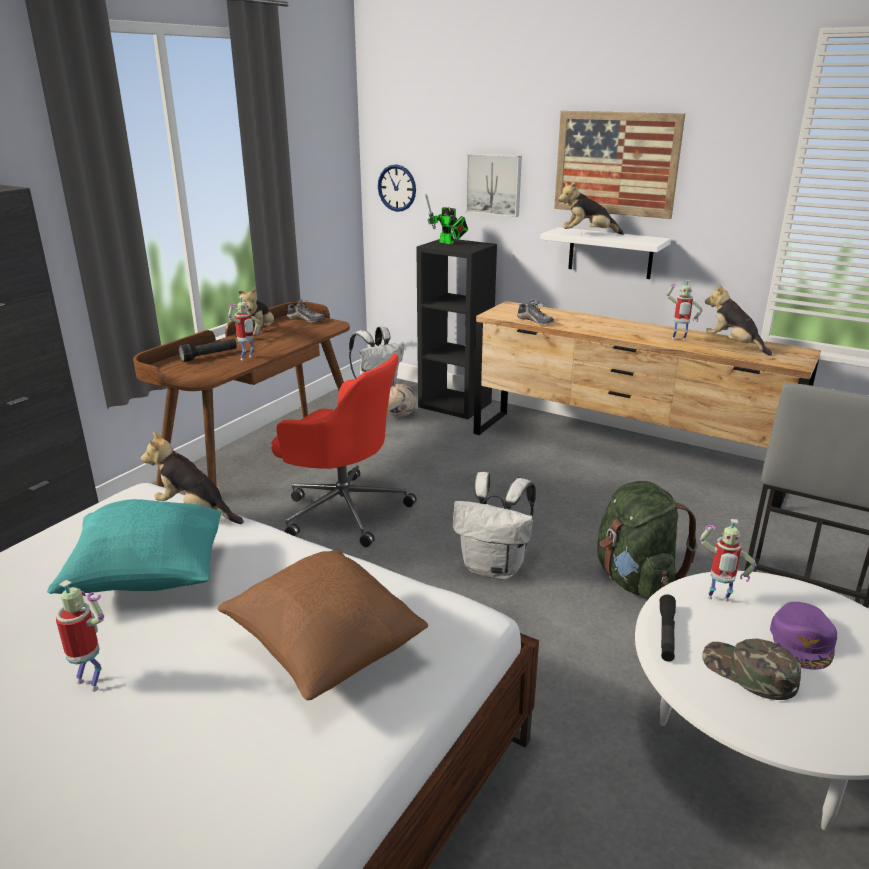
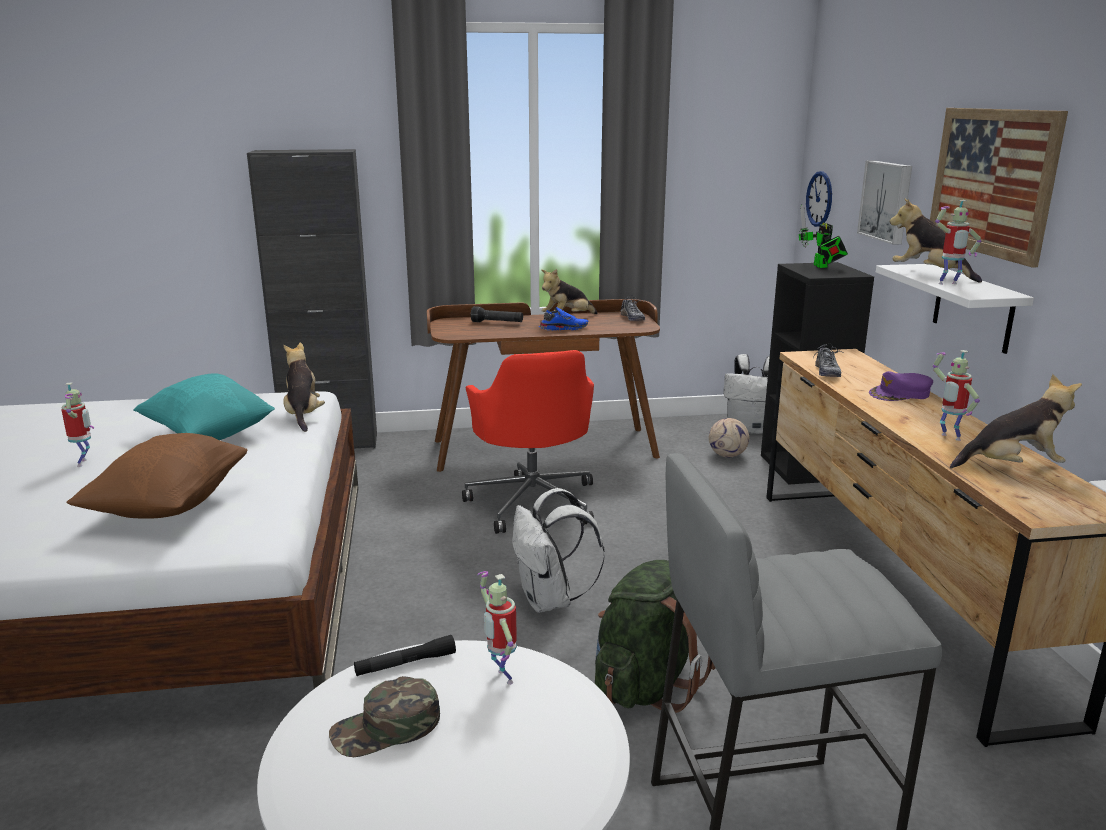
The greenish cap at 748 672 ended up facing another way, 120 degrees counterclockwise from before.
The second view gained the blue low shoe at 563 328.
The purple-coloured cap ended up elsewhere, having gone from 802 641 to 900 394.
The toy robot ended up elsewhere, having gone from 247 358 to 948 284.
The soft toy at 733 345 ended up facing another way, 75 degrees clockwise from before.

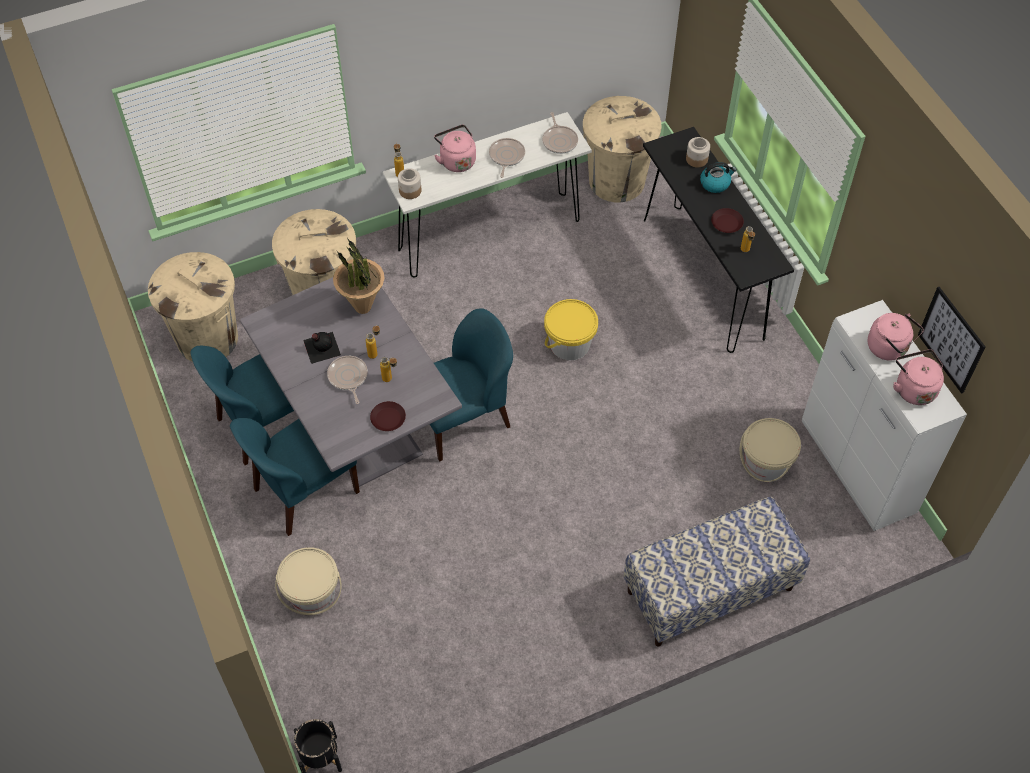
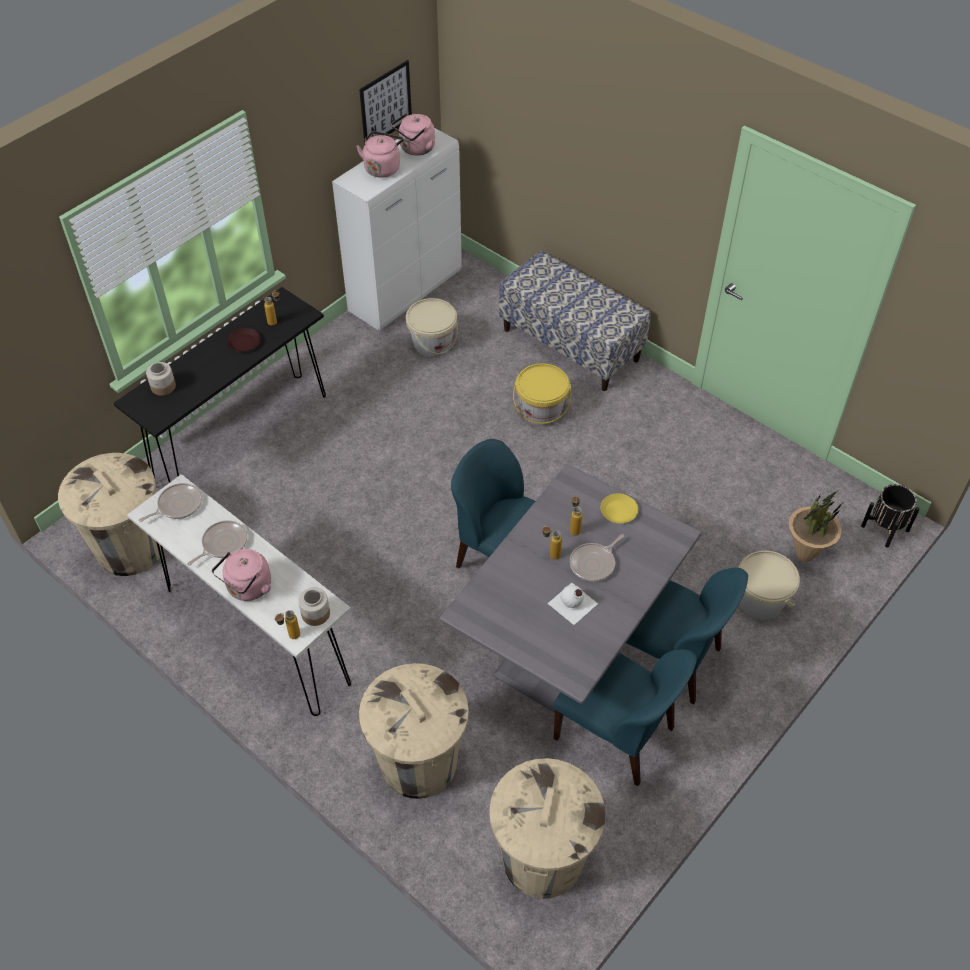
The frying pan at 506 156 ended up facing another way, 150 degrees clockwise from before.
The yellow water bucket ended up elsewhere, having gone from 569 344 to 541 410.
What was the black-coloured bottle at 321 347 turned into the white bottle at 572 604.
What was the brownish dinner plate at 388 418 turned into the yellow dinner plate at 618 511.
The houseplant ended up elsewhere, having gone from 363 307 to 804 555.
The second view lost the water kettle at 715 183.

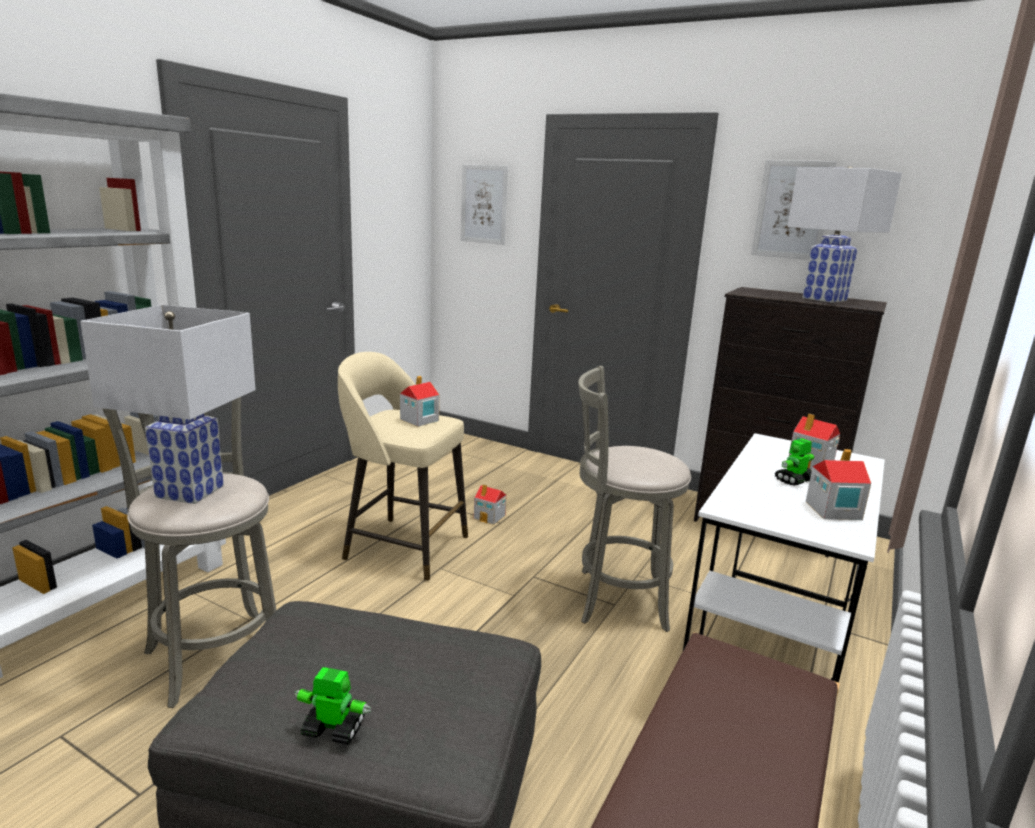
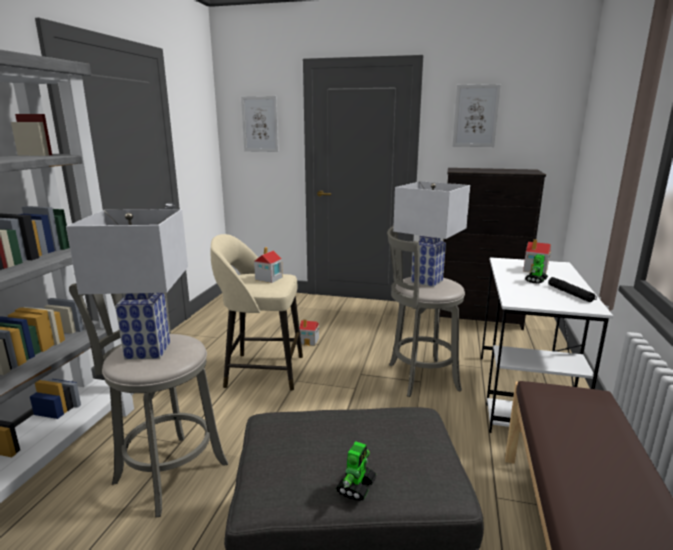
The toy robot at 333 728 ended up facing another way, 120 degrees clockwise from before.
The white table lamp ended up elsewhere, having gone from 824 299 to 427 281.
Where the model house stood at 832 510, the black-coloured flashlight came to stand at 570 294.

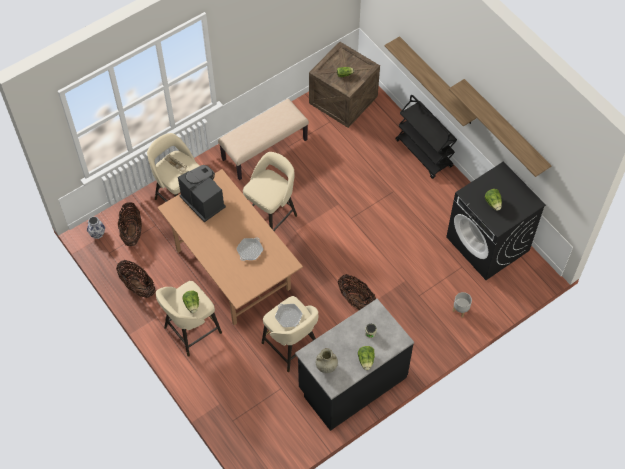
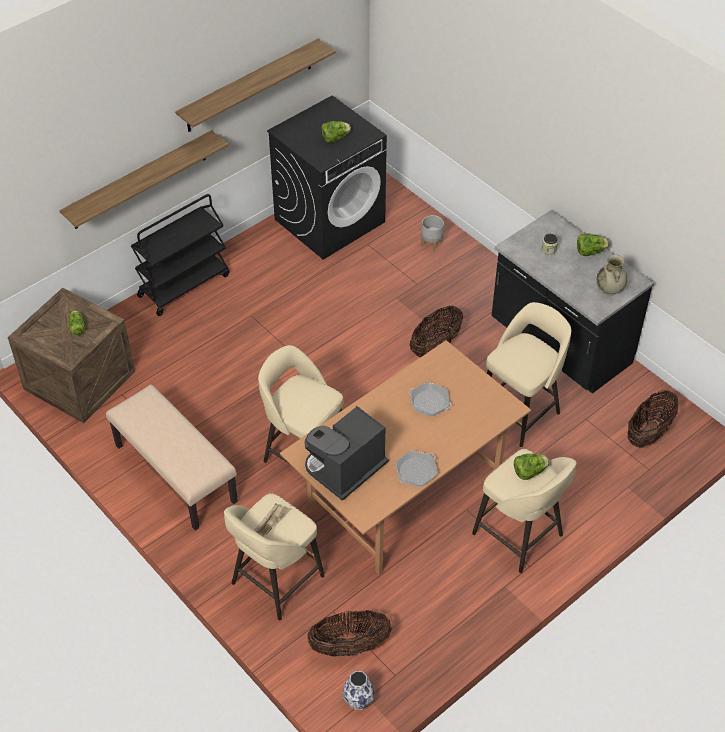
The frying pan ended up elsewhere, having gone from 288 317 to 416 471.
The storage basket ended up elsewhere, having gone from 137 286 to 648 433.

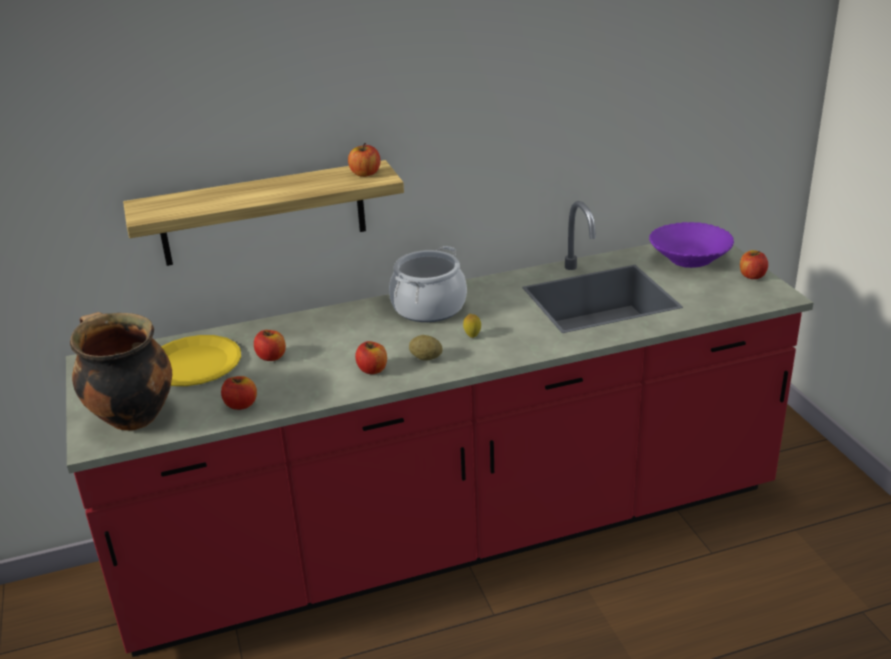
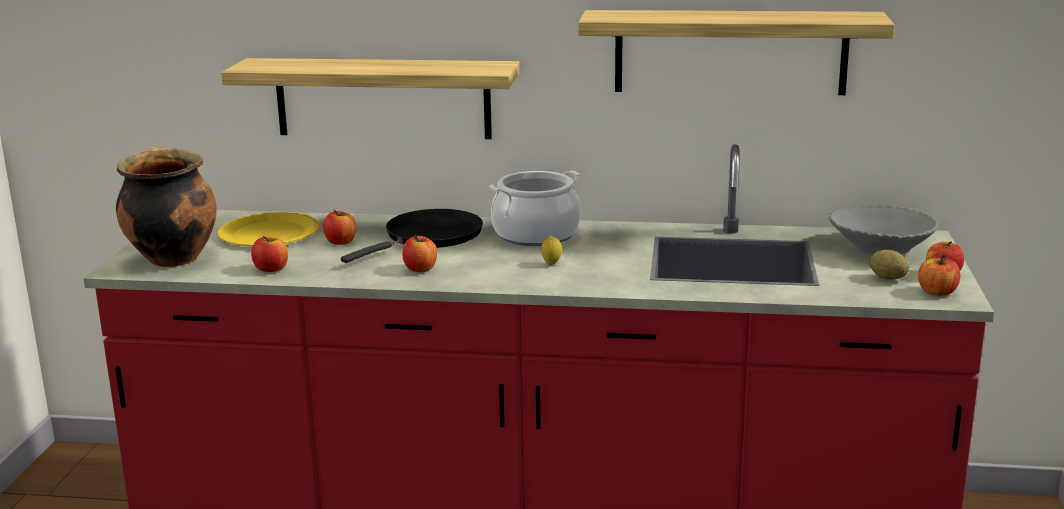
The second view gained the black-coloured frying pan at 429 237.
The second view gained the bracket shelf at 730 52.
What was the purple-coloured serving bowl at 689 260 turned into the greyish serving bowl at 880 249.
The whole potato ended up elsewhere, having gone from 426 358 to 887 278.
The whole apple ended up elsewhere, having gone from 365 174 to 937 292.

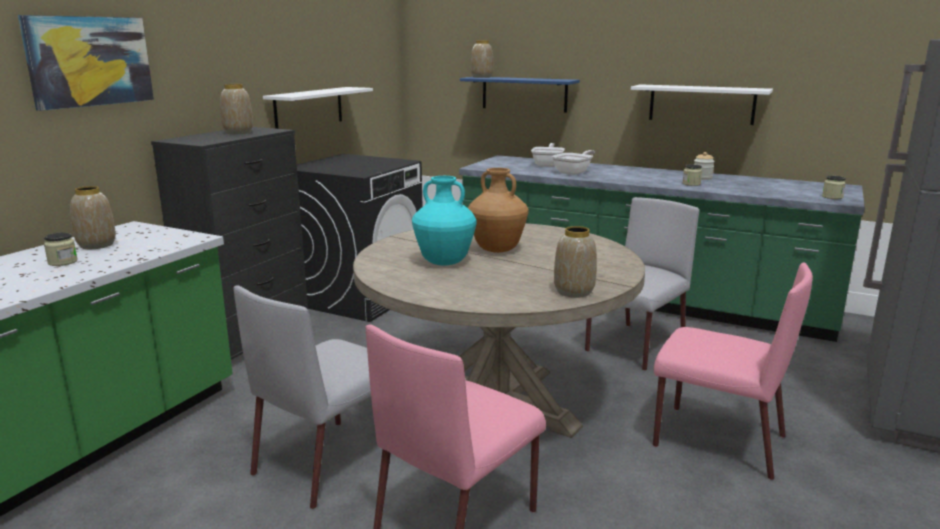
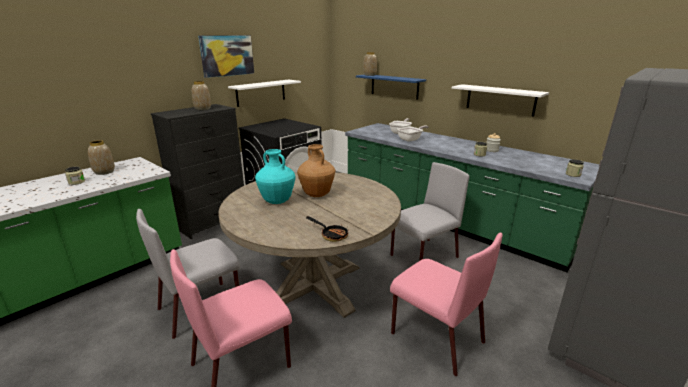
The wall art ended up elsewhere, having gone from 89 61 to 227 55.
Where the flower vase stood at 573 292, the frying pan came to stand at 331 235.

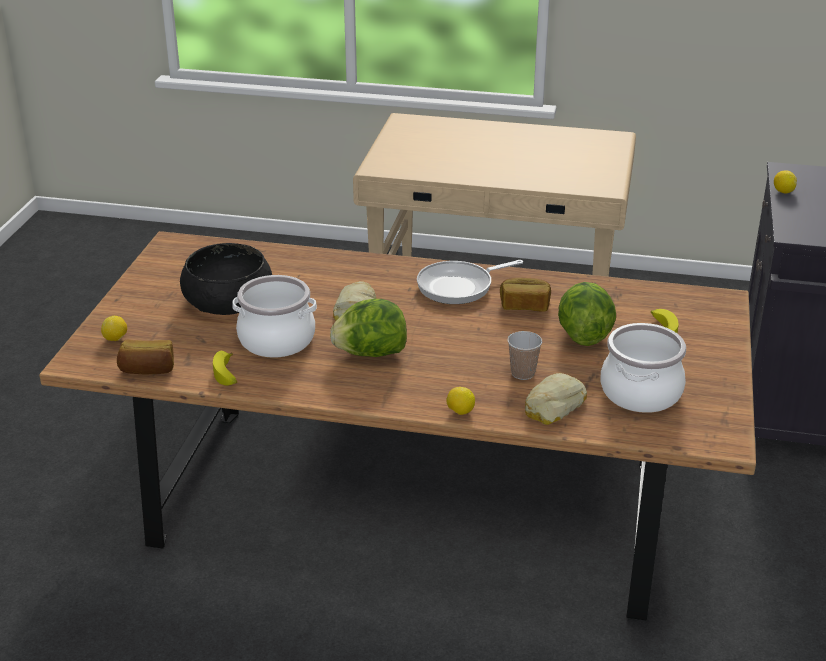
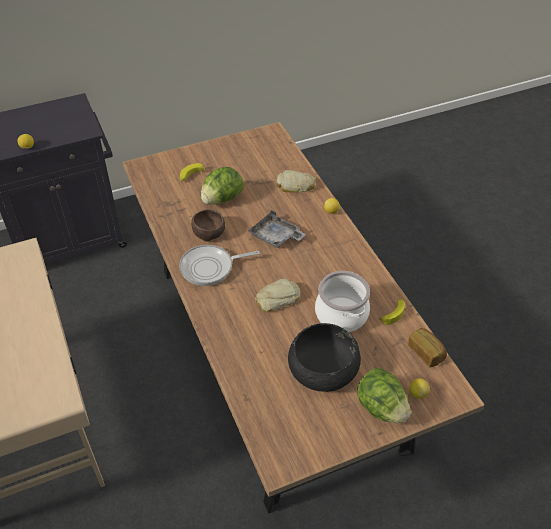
The frying pan at 459 286 ended up facing another way, 135 degrees clockwise from before.
Where the baked bread stood at 524 305, the brownish serving bowl came to stand at 209 232.
The second view gained the greyish tray at 276 237.
The head of lettuce ended up elsewhere, having gone from 370 353 to 381 408.
The second view lost the cup at 523 373.
The second view lost the cooking pot at 640 392.

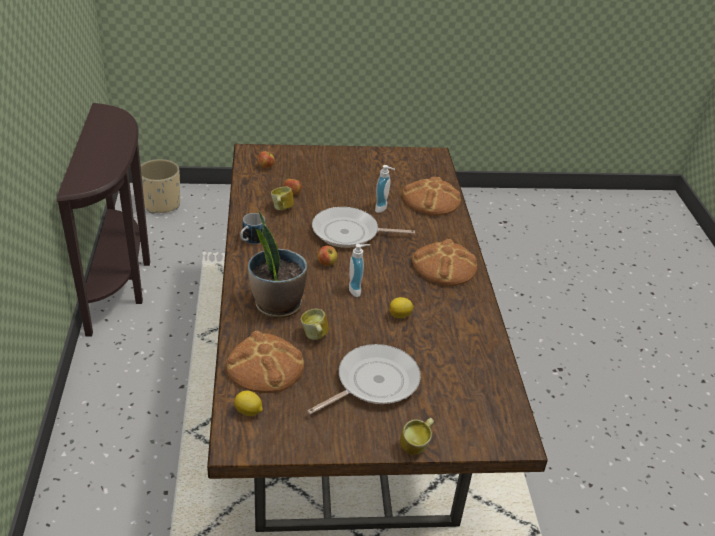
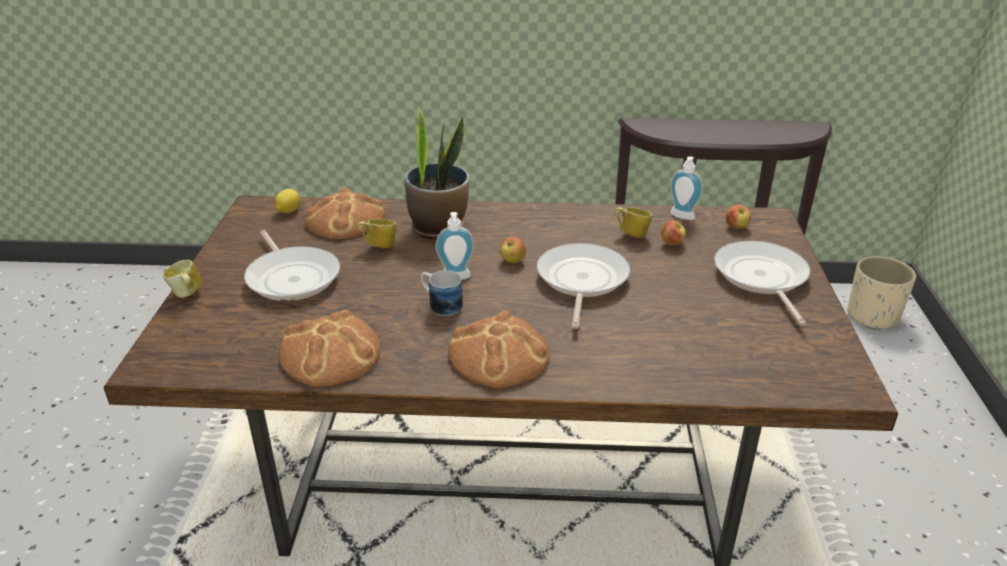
The baked bread ended up elsewhere, having gone from 431 200 to 331 354.
The coffee mug ended up elsewhere, having gone from 251 240 to 440 304.
The liquid soap bottle ended up elsewhere, having gone from 383 208 to 681 217.
The second view gained the frying pan at 761 278.
The second view lost the citrus fruit at 400 315.

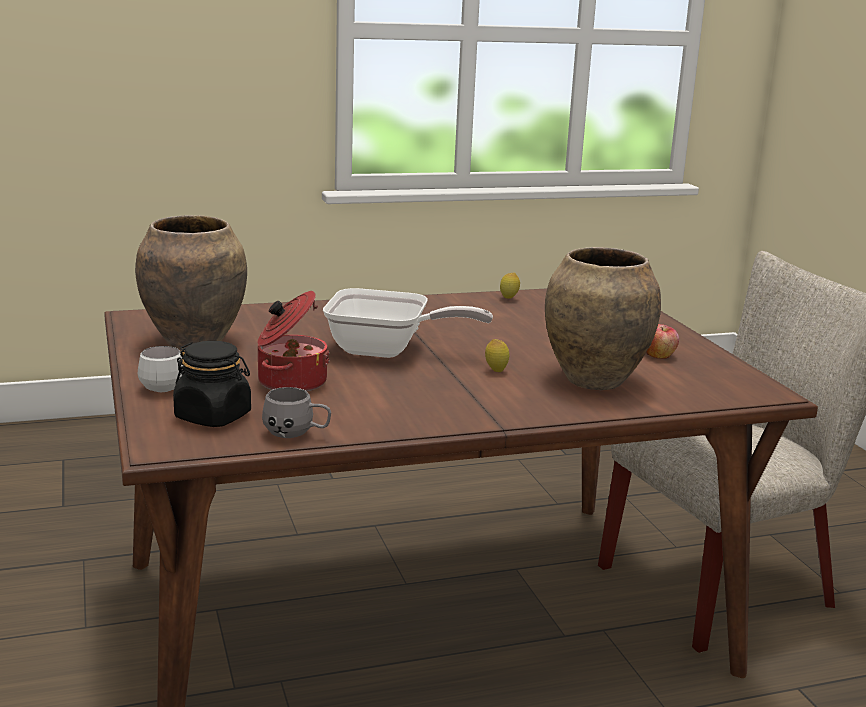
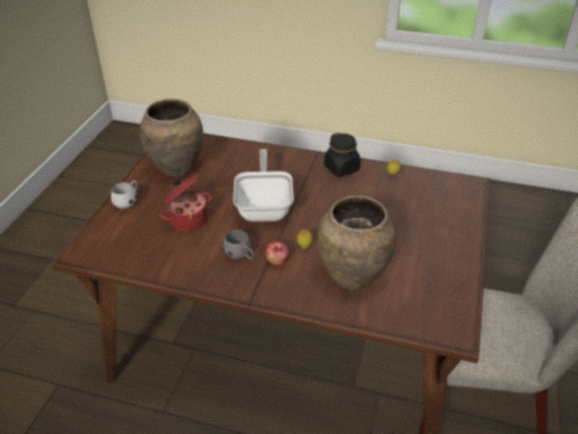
The greyish coffee mug ended up elsewhere, having gone from 297 435 to 241 256.
The frying pan at 387 351 ended up facing another way, 135 degrees counterclockwise from before.
The whole apple ended up elsewhere, having gone from 659 355 to 277 260.
The black-coloured storage jar ended up elsewhere, having gone from 213 416 to 341 168.

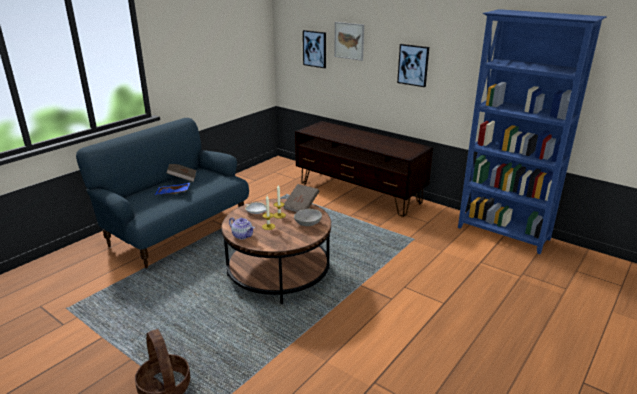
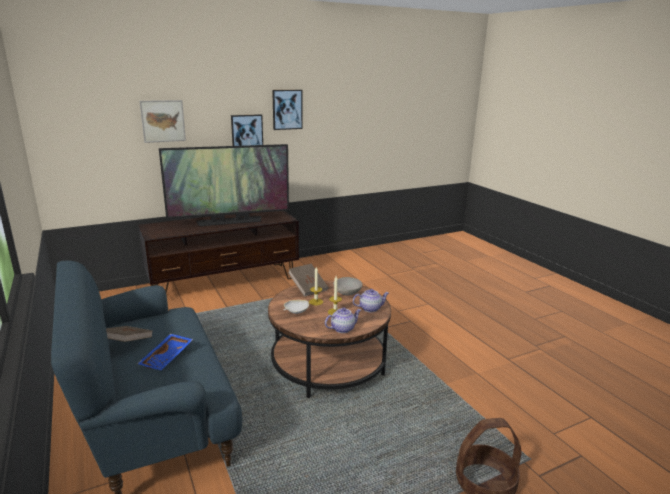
The second view gained the TV at 230 222.
The wall art ended up elsewhere, having gone from 315 49 to 287 109.
The second view gained the pot for tea at 370 308.
The second view lost the blue shelving unit at 503 234.

